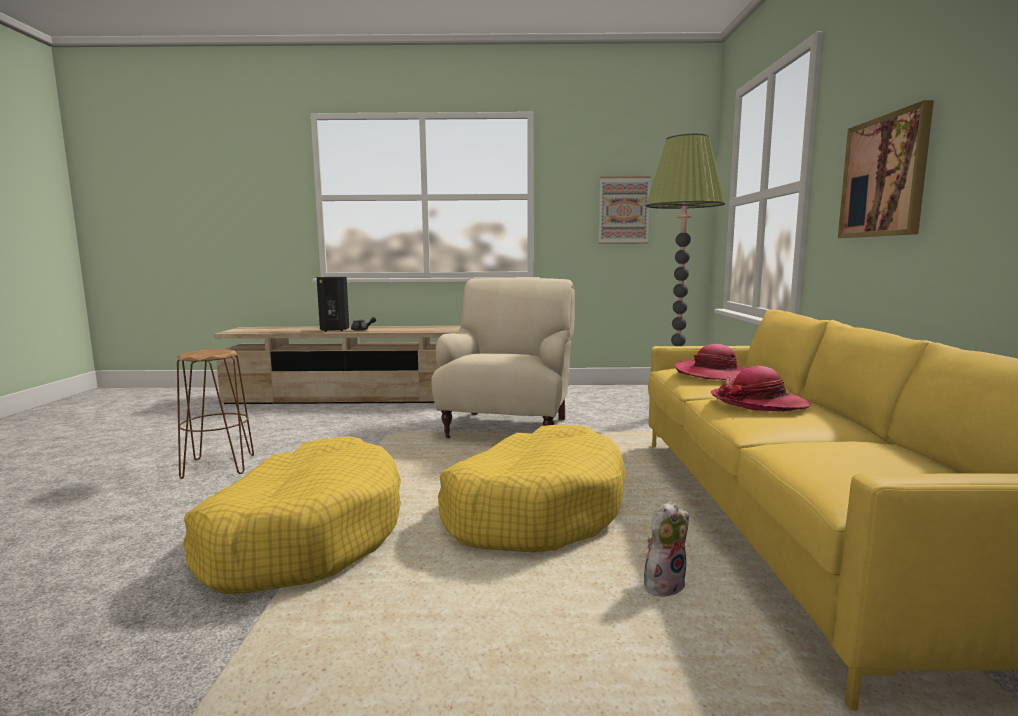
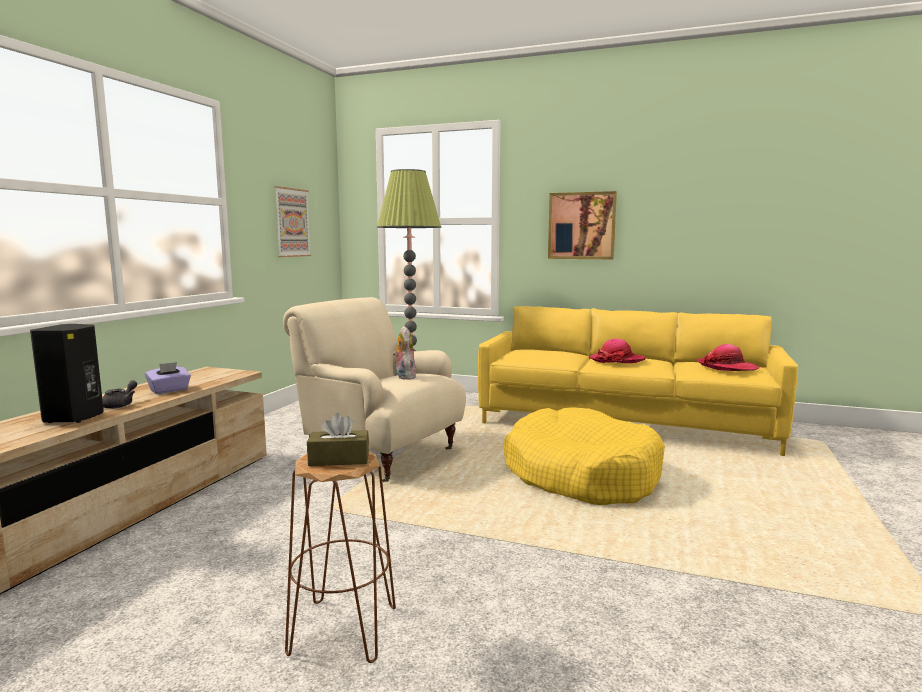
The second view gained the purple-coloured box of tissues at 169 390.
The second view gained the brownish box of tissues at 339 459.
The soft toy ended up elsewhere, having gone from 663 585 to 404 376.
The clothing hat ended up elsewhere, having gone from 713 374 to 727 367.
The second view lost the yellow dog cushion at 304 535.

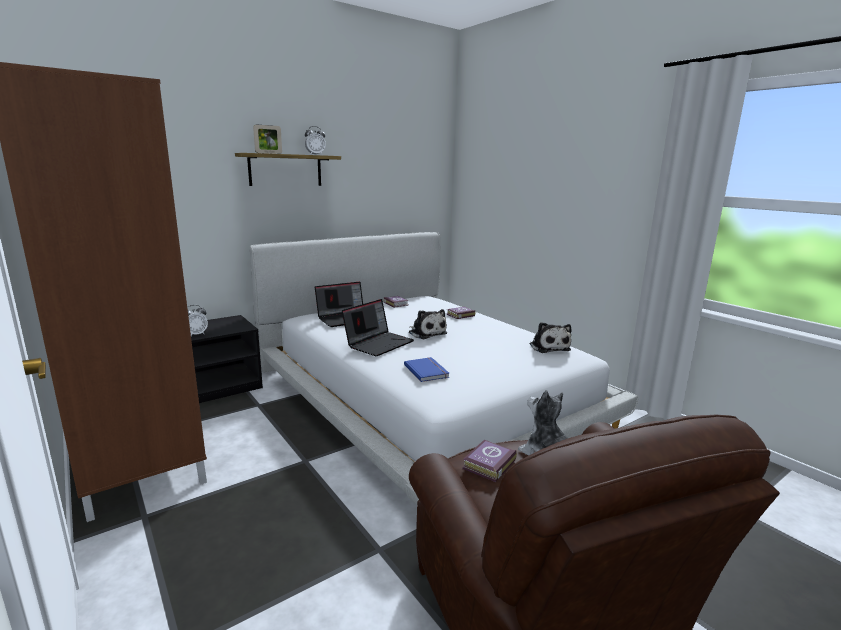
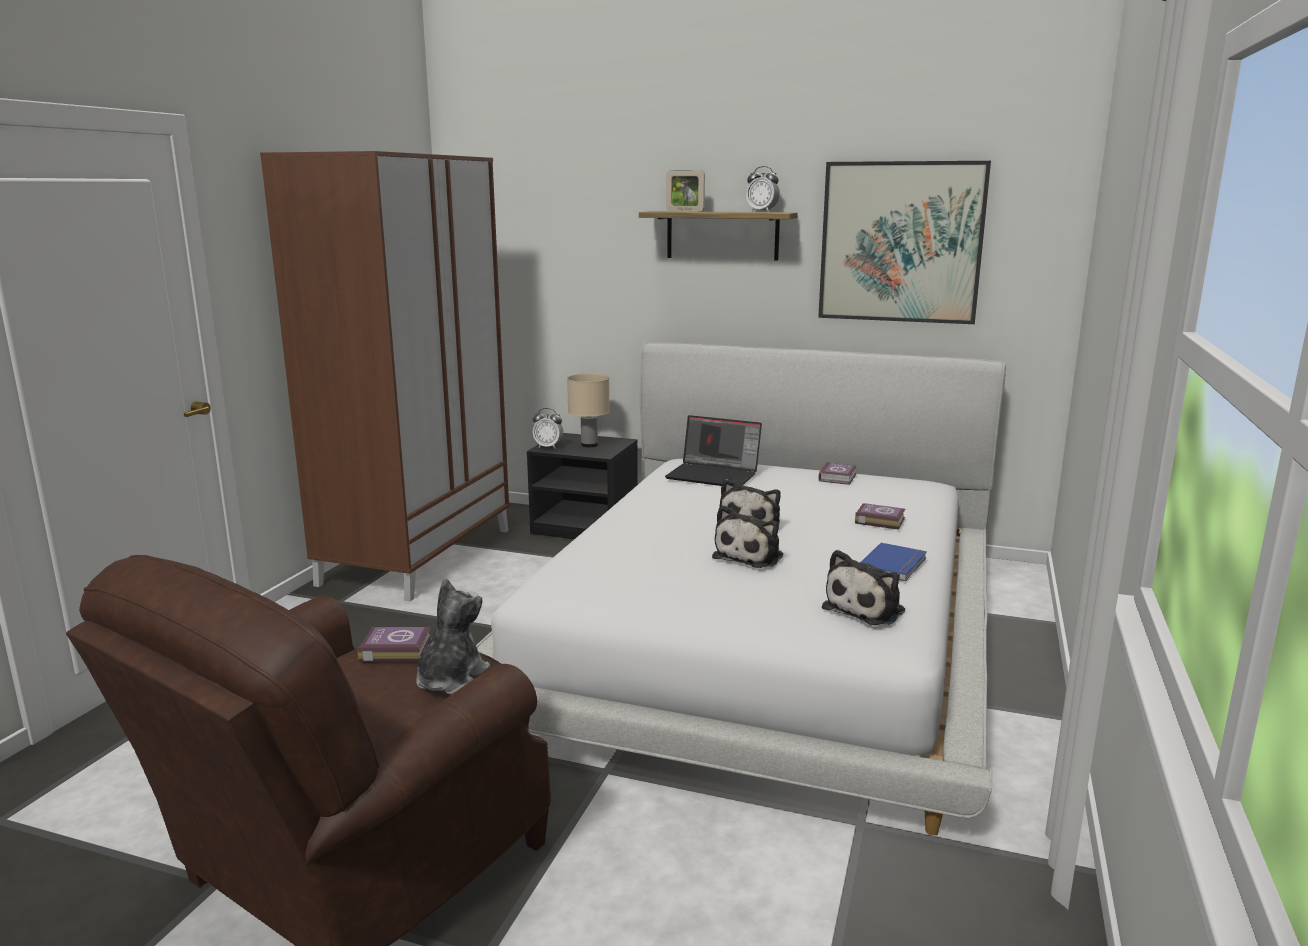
The second view gained the beige-coloured table lamp at 589 445.
The second view gained the soft toy at 751 556.
The second view gained the wall art at 901 242.
The blue book ended up elsewhere, having gone from 427 371 to 894 565.
The second view lost the laptop at 379 343.

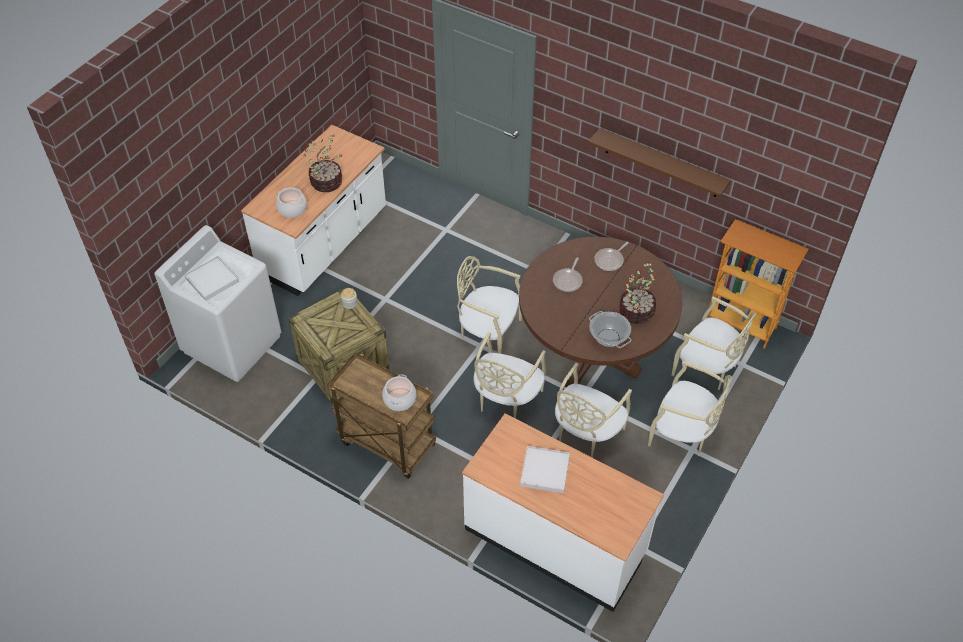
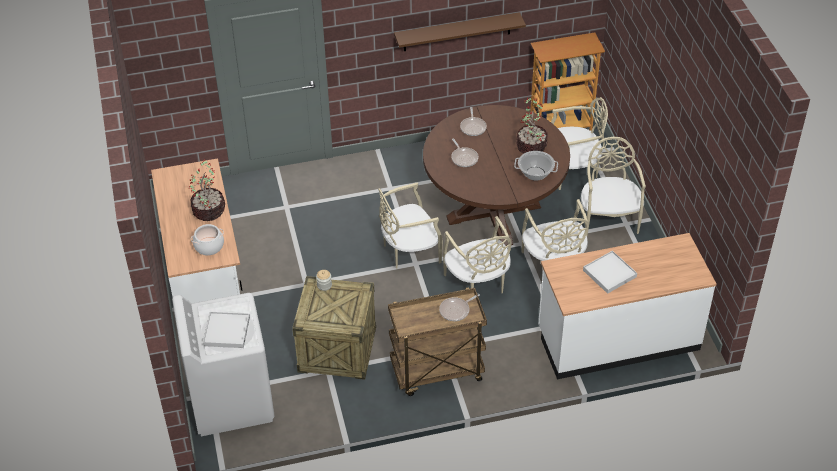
Where the cooking pot stood at 400 399, the frying pan came to stand at 456 310.
The beige-coloured chair at 683 433 ended up facing another way, 75 degrees counterclockwise from before.

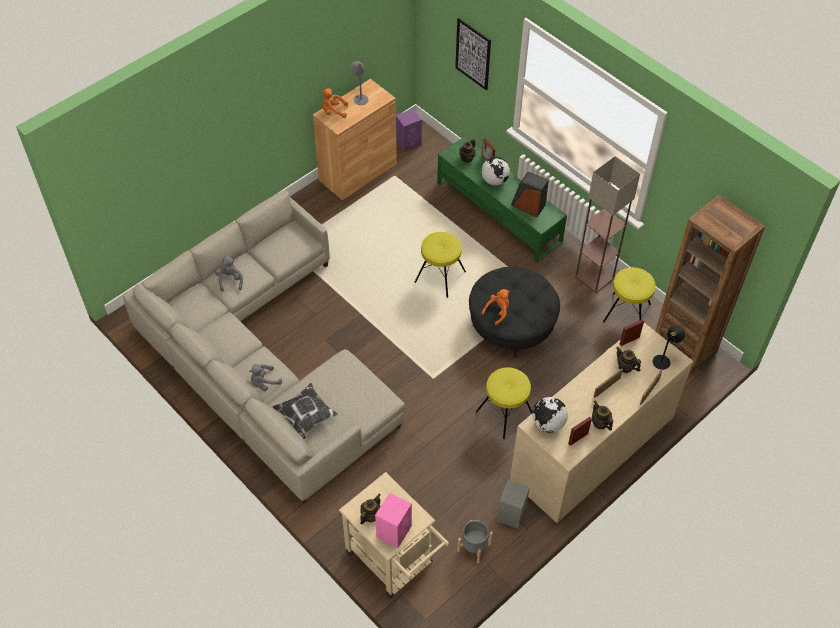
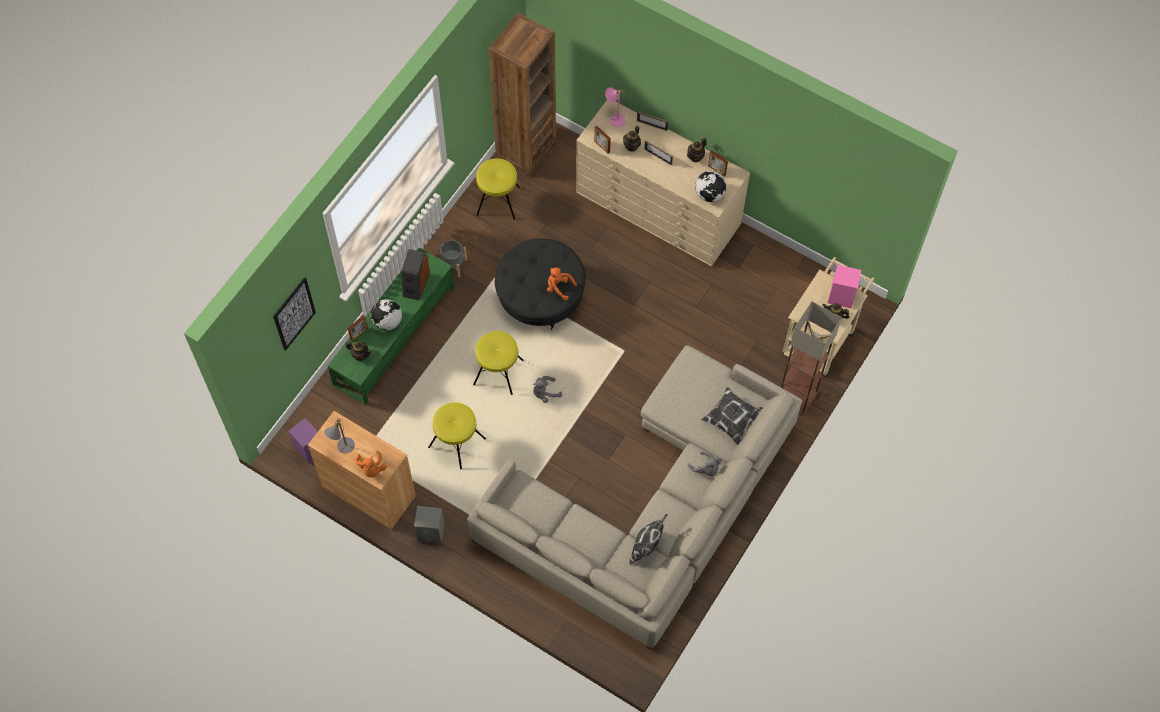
The greyish loudspeaker ended up elsewhere, having gone from 511 515 to 431 532.
The yellow sitting stool ended up elsewhere, having gone from 505 414 to 457 443.
The greyish plant pot ended up elsewhere, having gone from 474 547 to 452 265.
The greyish soft toy ended up elsewhere, having gone from 230 280 to 545 393.
What was the black-coloured table lamp at 664 360 turned into the pink-coloured table lamp at 615 118.
The second view gained the cushion at 647 547.
The floor lamp ended up elsewhere, having gone from 594 277 to 797 397.

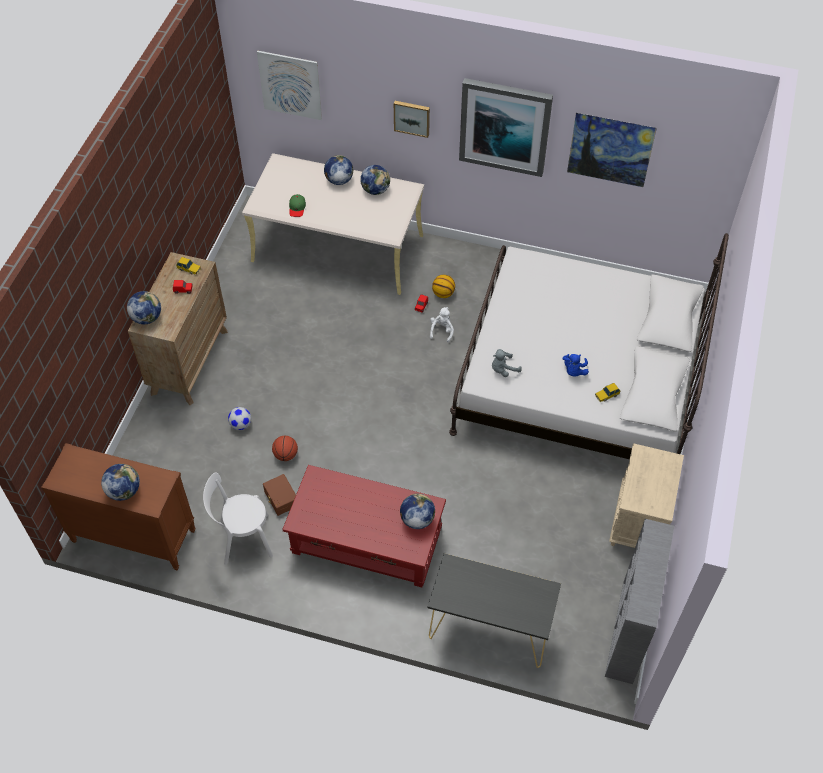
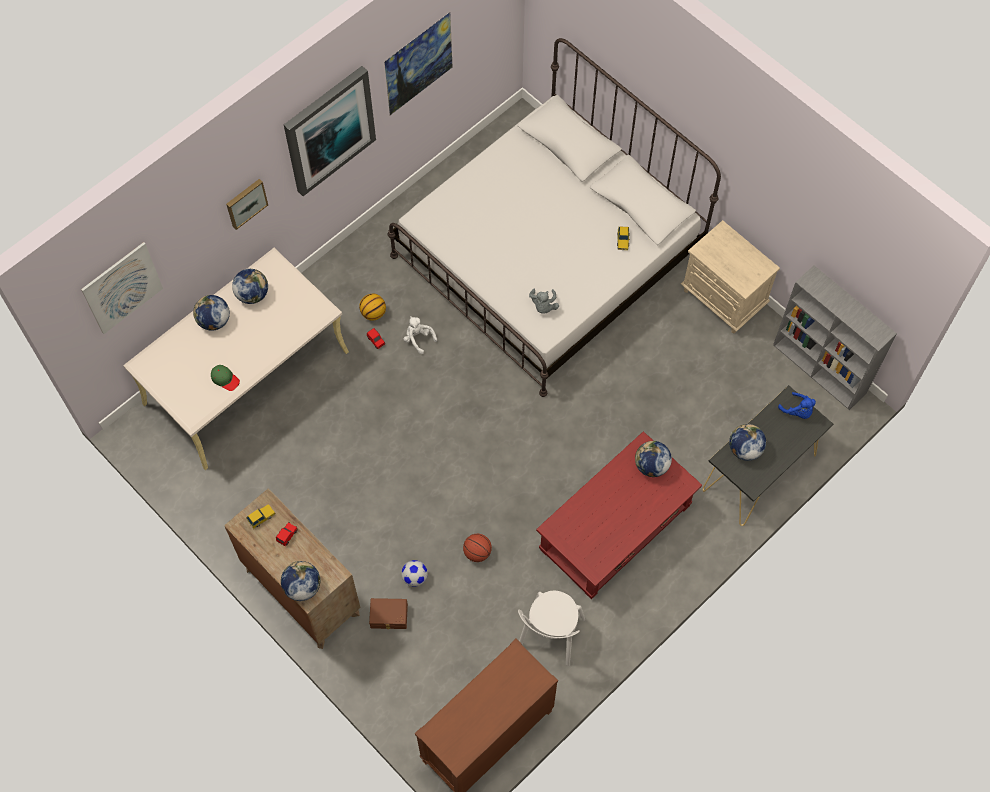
The brownish storage box ended up elsewhere, having gone from 280 499 to 389 617.
The desk globe ended up elsewhere, having gone from 124 491 to 744 449.
The blue soft toy ended up elsewhere, having gone from 574 371 to 798 411.

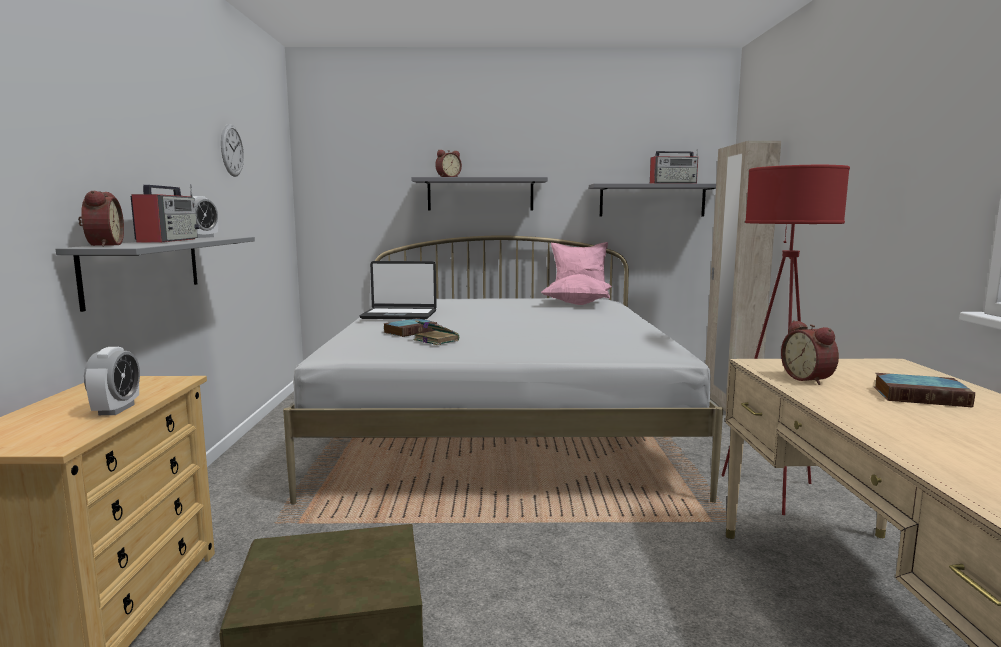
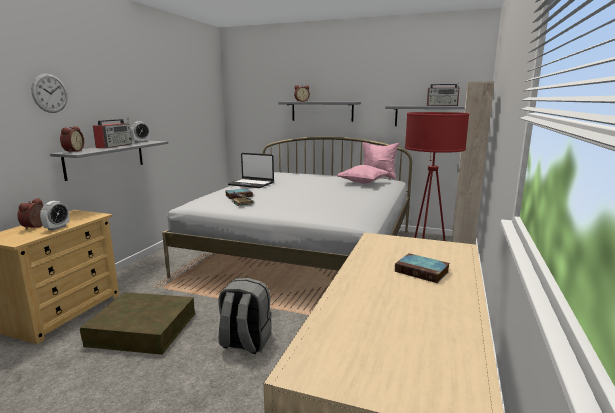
The bedside clock ended up elsewhere, having gone from 809 379 to 36 227.
The hanging clock ended up elsewhere, having gone from 232 150 to 50 93.
The second view gained the greyish backpack at 245 342.

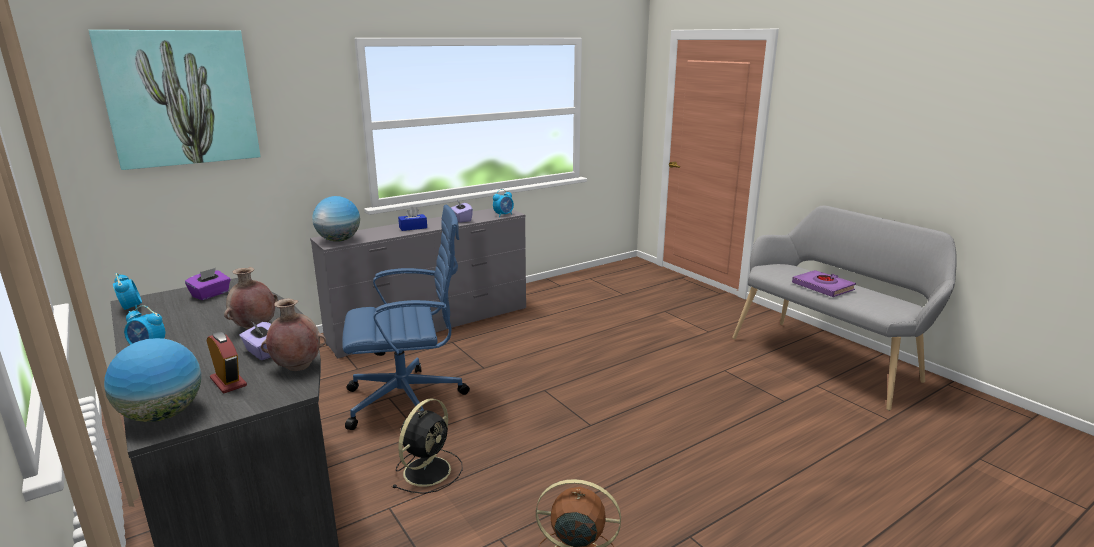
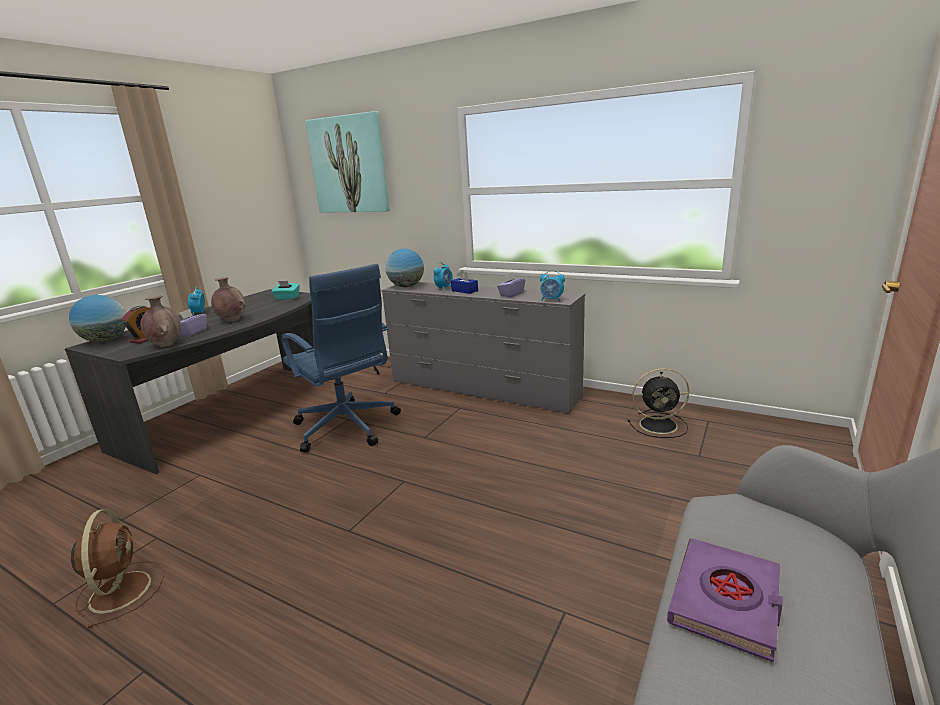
What was the purple-coloured box of tissues at 211 294 turned into the turquoise-coloured box of tissues at 287 298.
The bedside clock ended up elsewhere, having gone from 131 308 to 444 288.
The black-coloured fan ended up elsewhere, having gone from 428 470 to 660 425.

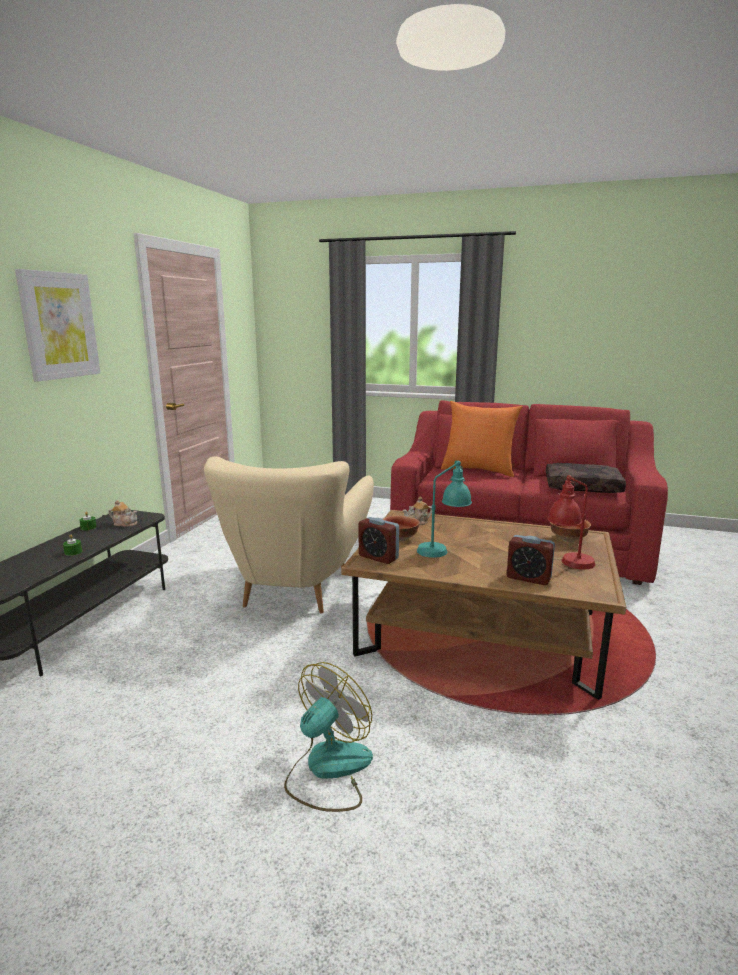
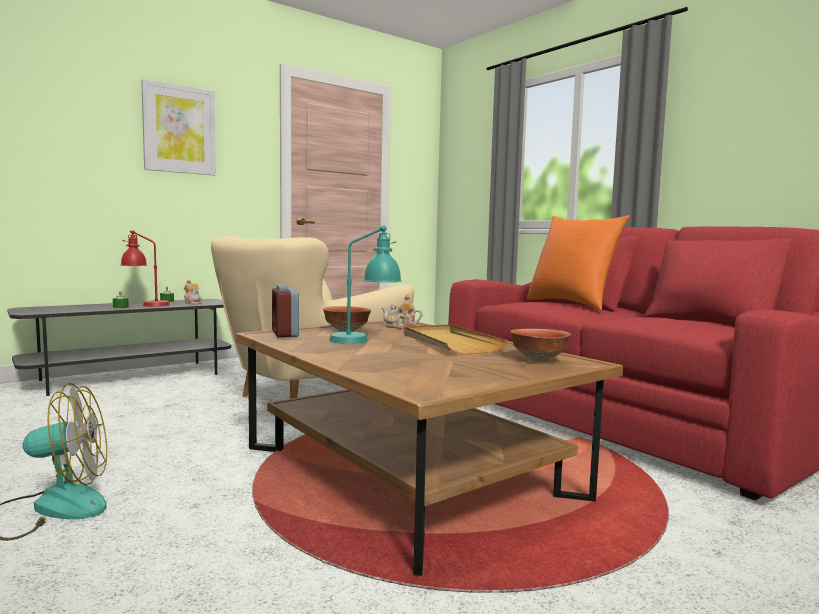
The reddish table lamp ended up elsewhere, having gone from 569 566 to 145 304.
The second view gained the beige-coloured tray at 450 343.
The second view lost the bedside clock at 528 578.
The second view lost the brownish cushion at 583 487.

